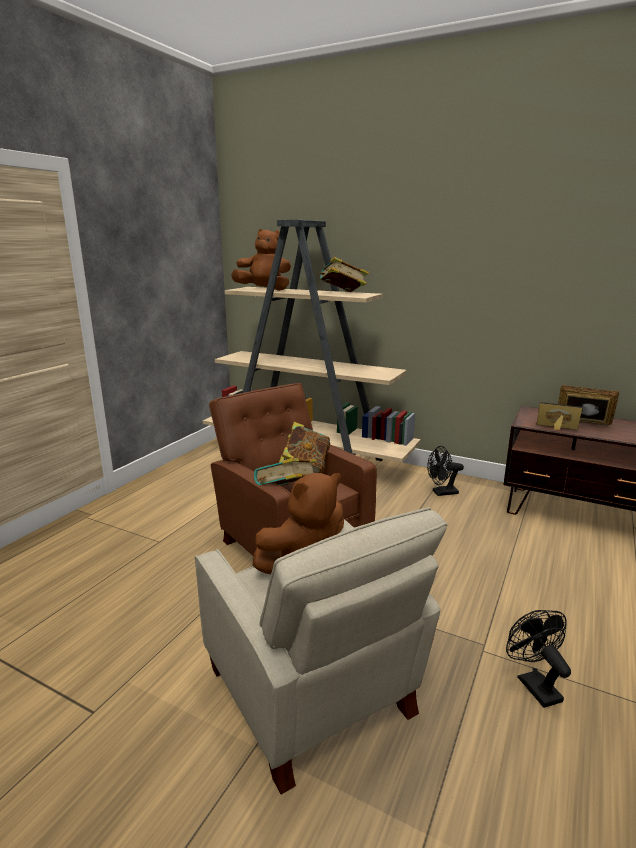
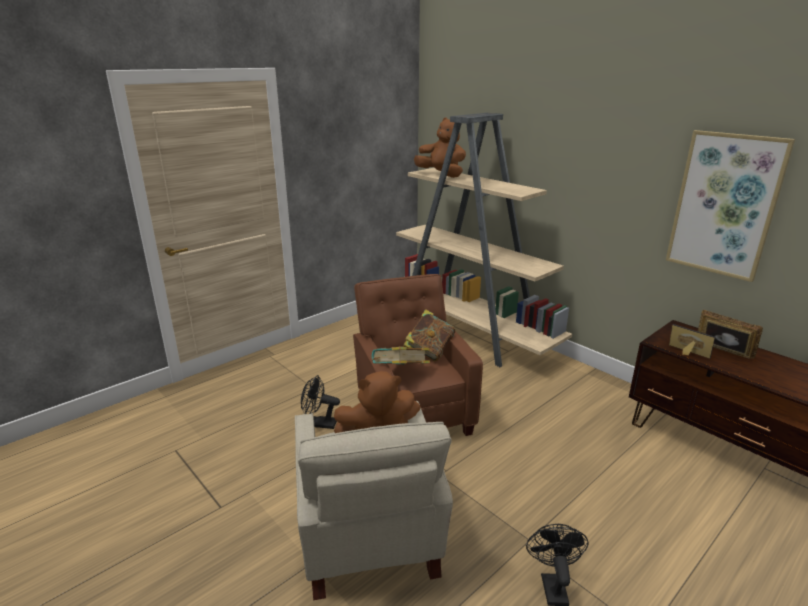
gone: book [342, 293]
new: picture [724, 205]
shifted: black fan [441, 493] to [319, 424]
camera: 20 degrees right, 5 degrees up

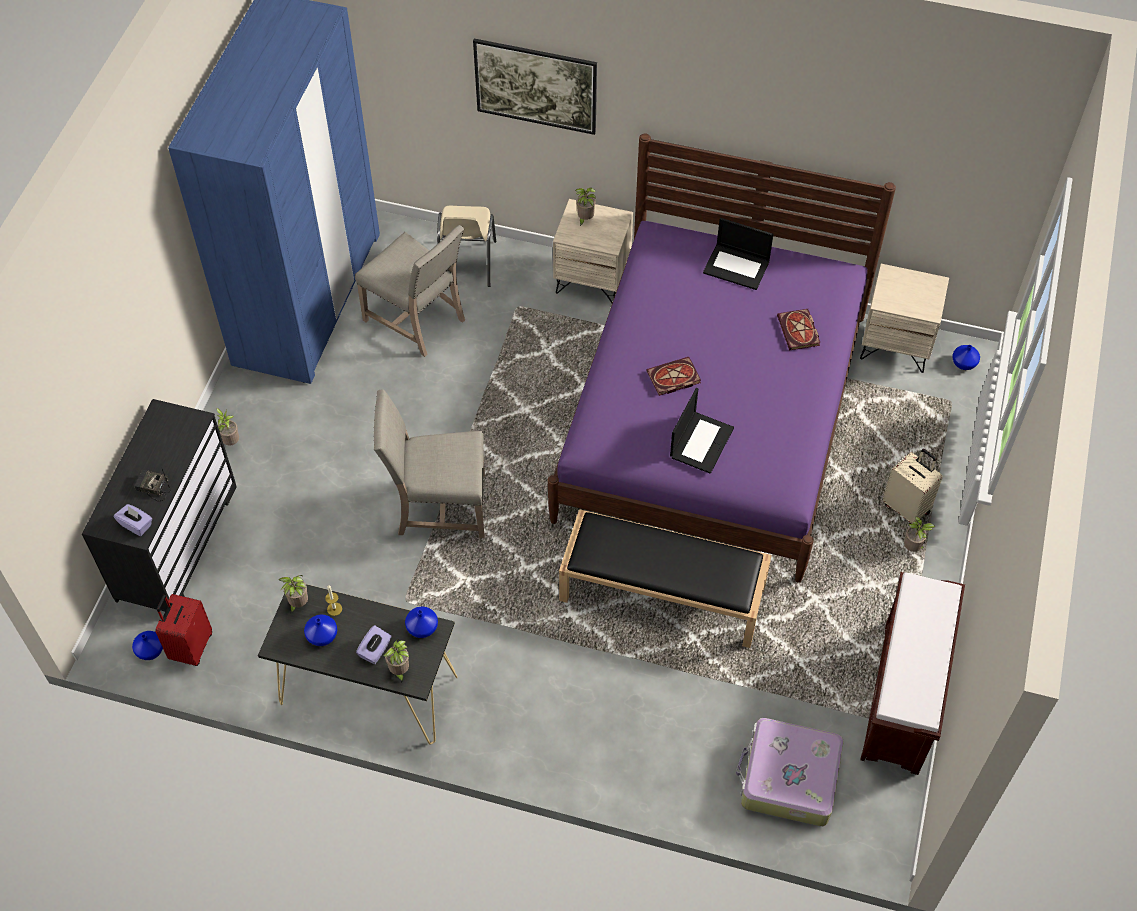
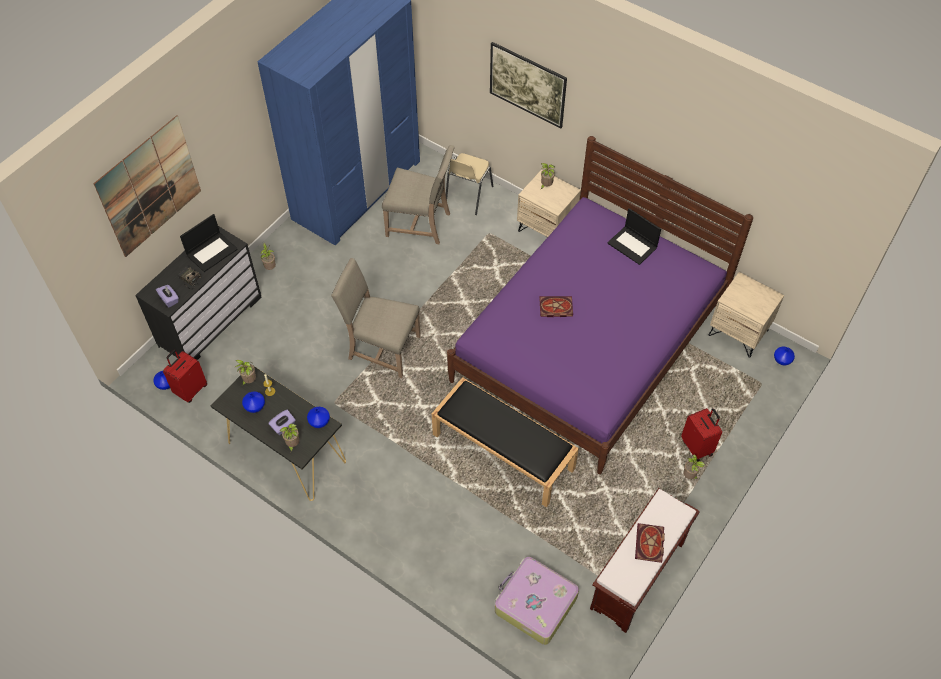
new: picture [149, 186]
shifted: laptop [701, 442] to [212, 251]; book [799, 332] to [650, 544]
repainted: beige suitcase [907, 508] to red suitcase [697, 447]
rotated: beige chair [418, 320] = [420, 224] 45 degrees counterclockwise
camera: 20 degrees right, 0 degrees up

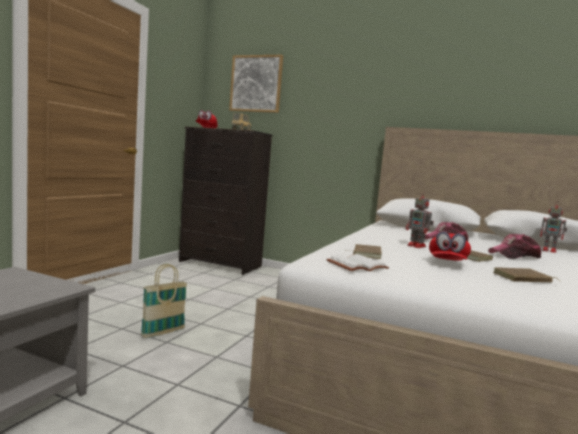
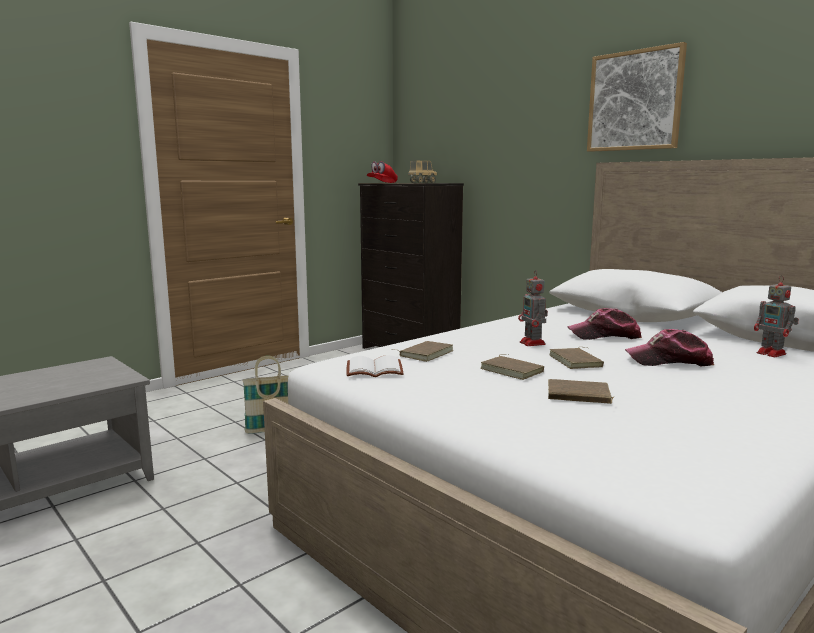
shifted: picture [256, 84] to [635, 101]
swapped: red cap [447, 263] to brown book [513, 370]
camera: 25 degrees right, 5 degrees up

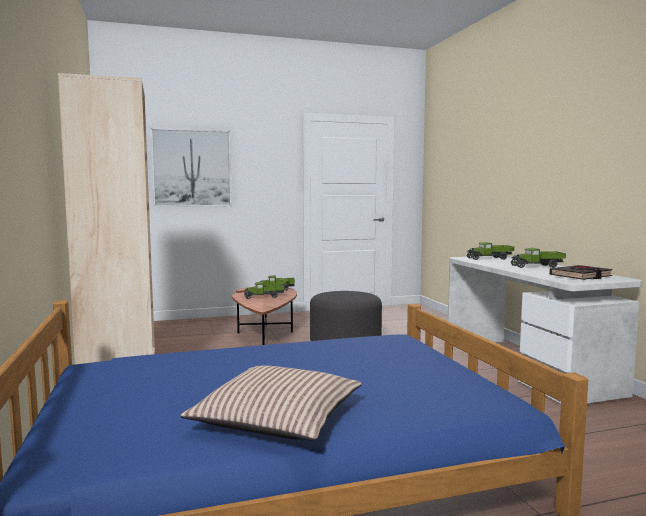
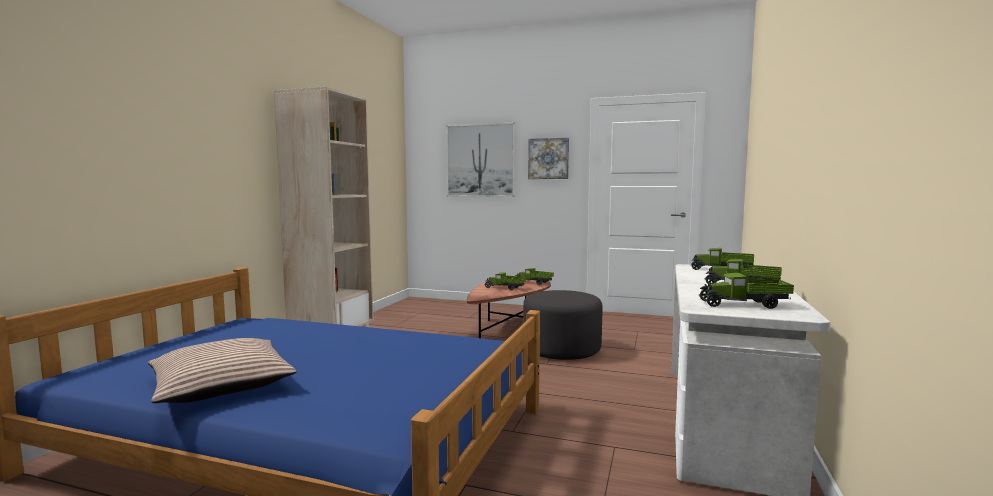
new: picture [548, 158]
swapped: black book [580, 276] to toy truck [744, 304]
camera: 35 degrees right, 0 degrees up

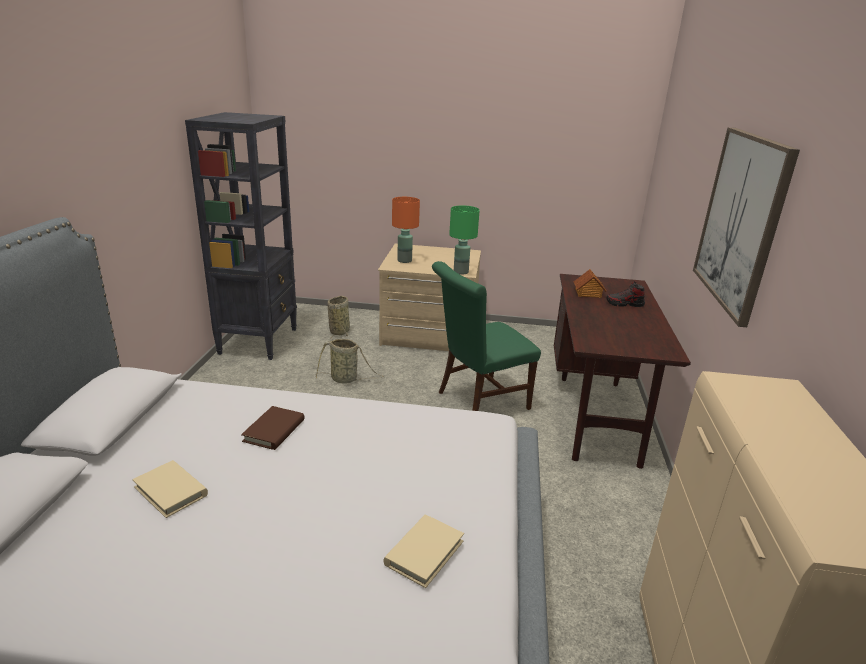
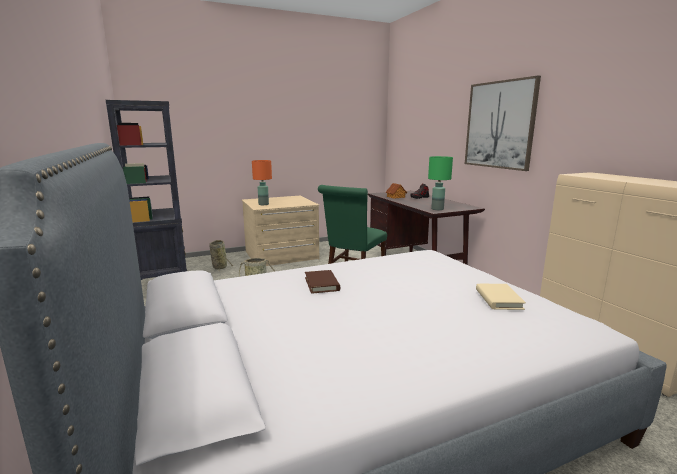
gone: beige book [171, 491]
shifted: green table lamp [460, 272] to [437, 209]
camera: 30 degrees left, 10 degrees down

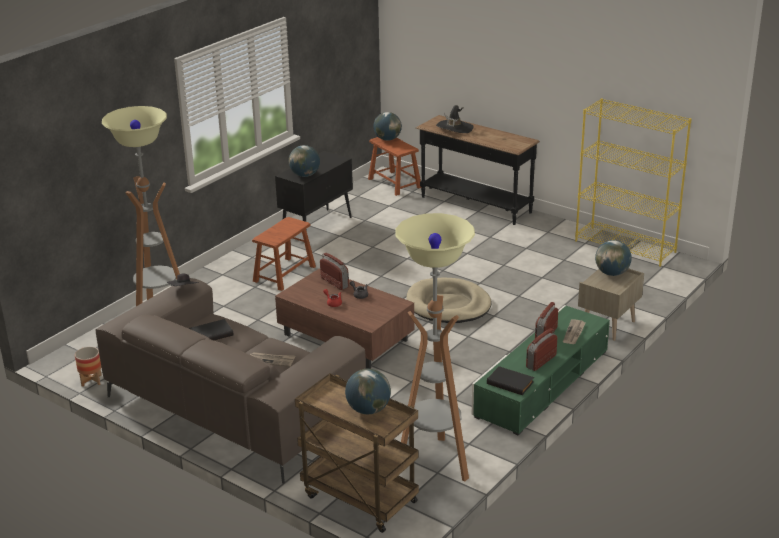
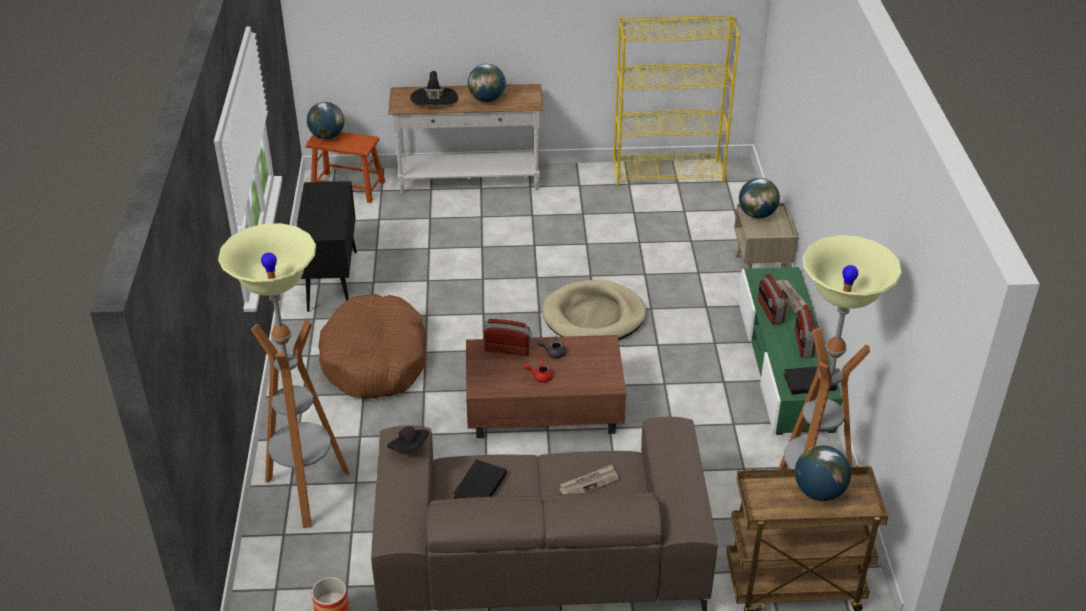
shifted: globe [305, 175] to [487, 99]
swapped: brown stool [284, 274] to brown dog bed [375, 360]
repainted: black console table [475, 205] to white console table [469, 181]
camera: 40 degrees left, 10 degrees up

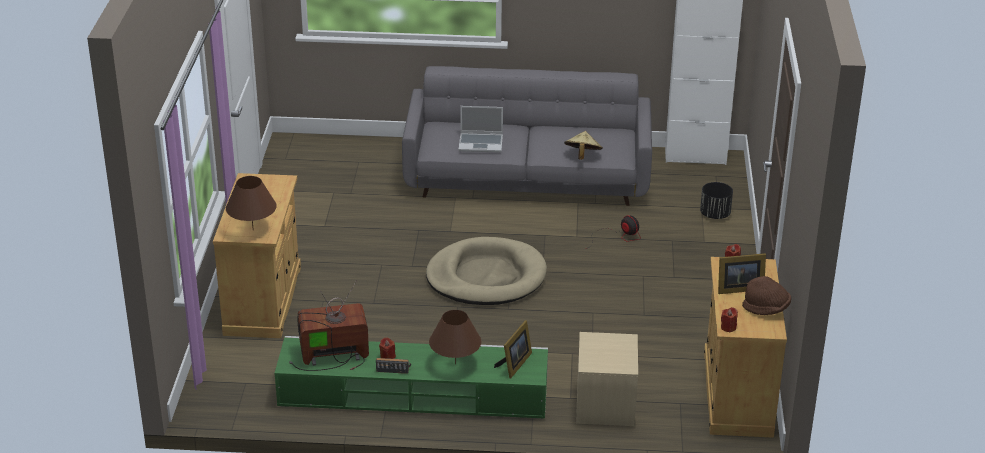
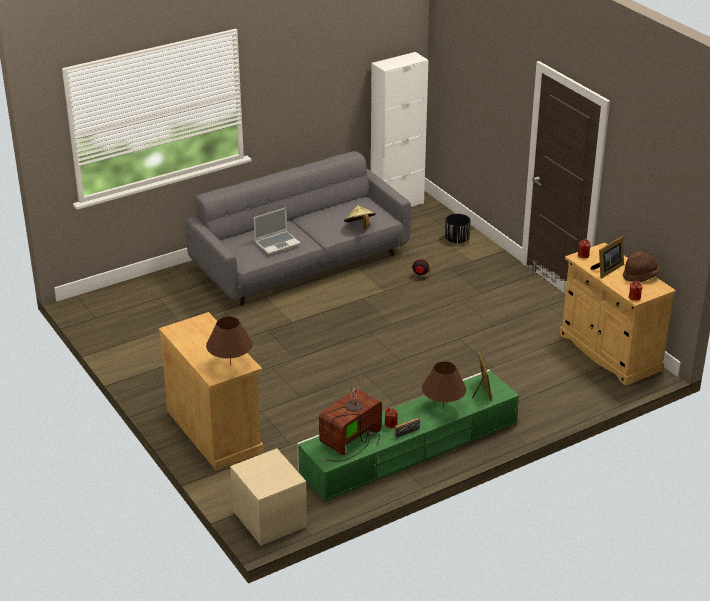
gone: beige dog bed [486, 277]
shifted: beige nightstand [605, 405] to [270, 520]
camera: 35 degrees left, 0 degrees up

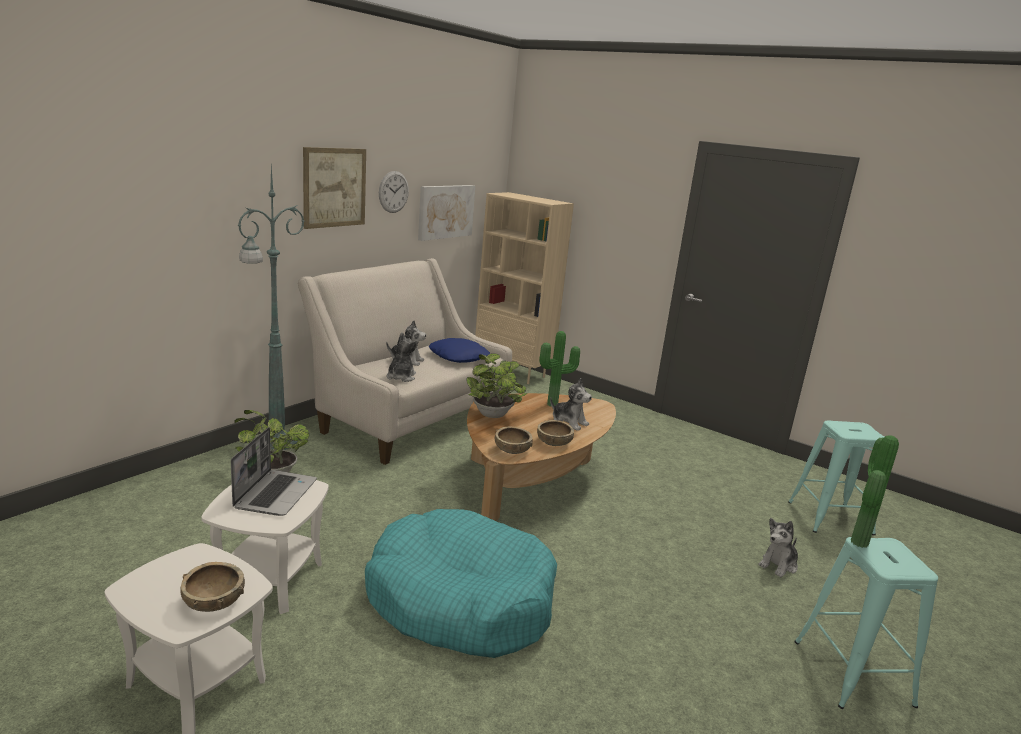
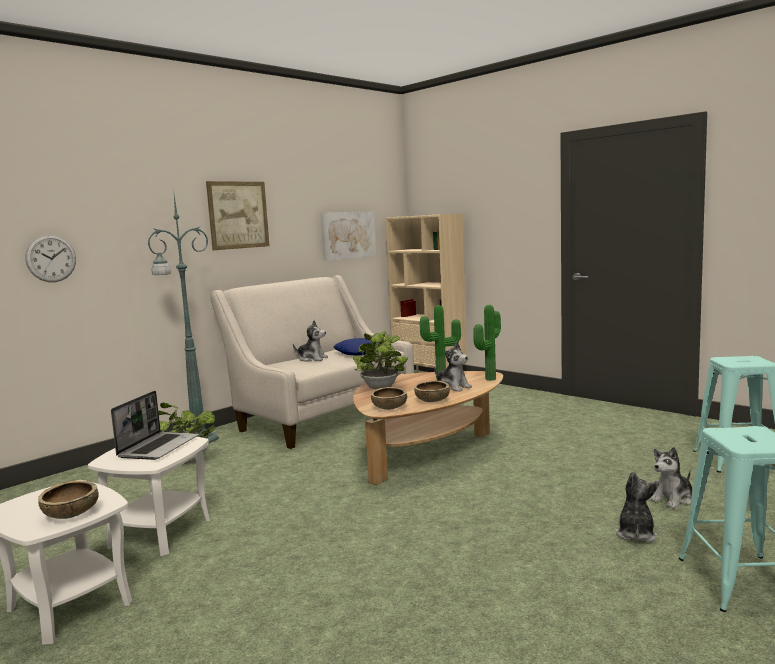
gone: turquoise dog bed [460, 600]
shifted: wall clock [393, 192] to [51, 258]; plush toy [400, 377] to [635, 534]; potted plant [855, 542] to [488, 379]
camera: 10 degrees right, 10 degrees down

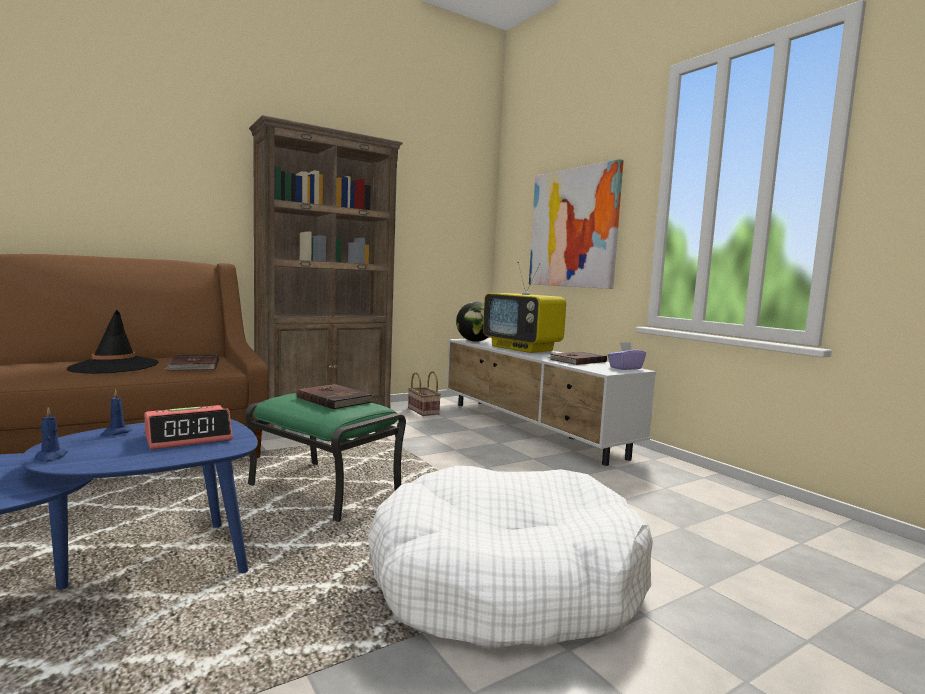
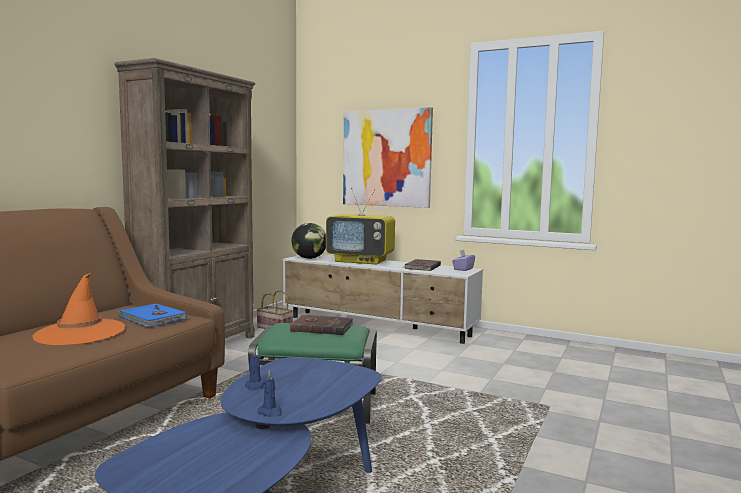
gone: alarm clock [189, 438]; white dog bed [506, 581]
repainted: black hat [114, 367] to orange hat [80, 333]; brown book [193, 366] to blue book [152, 318]
camera: 30 degrees left, 0 degrees up

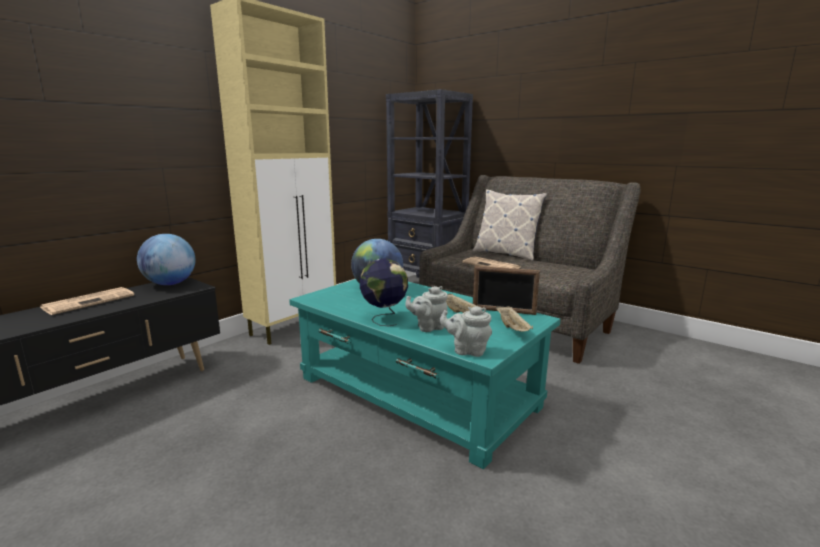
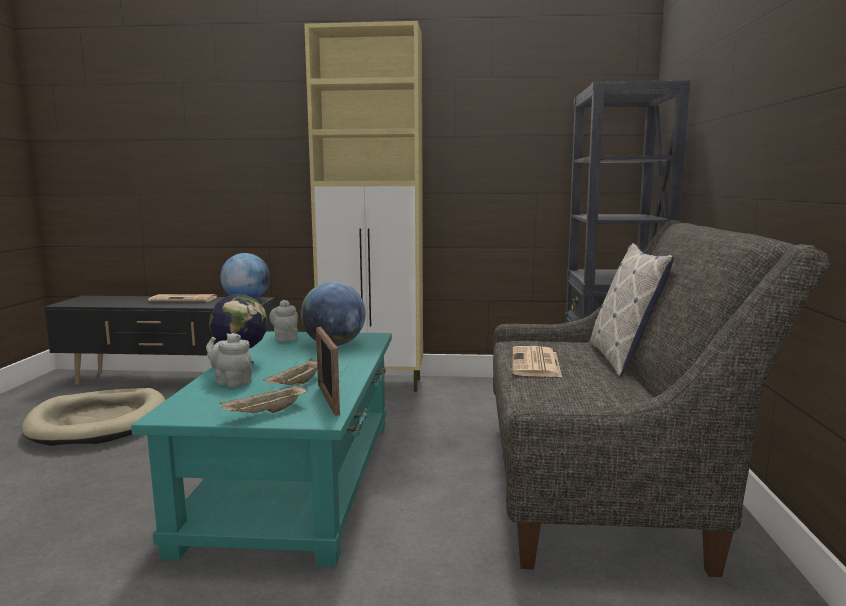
new: beige dog bed [99, 422]
shifted: grey teapot [467, 350] to [285, 338]
camera: 55 degrees right, 5 degrees down

